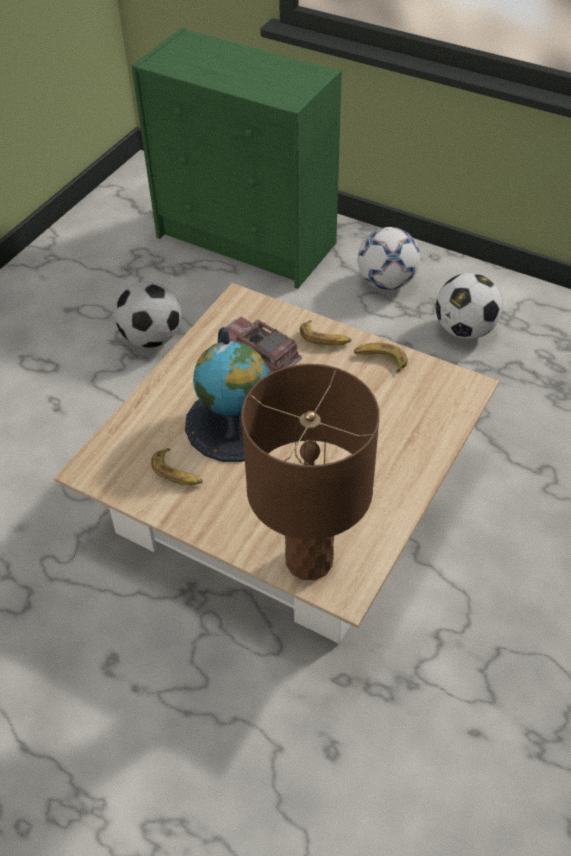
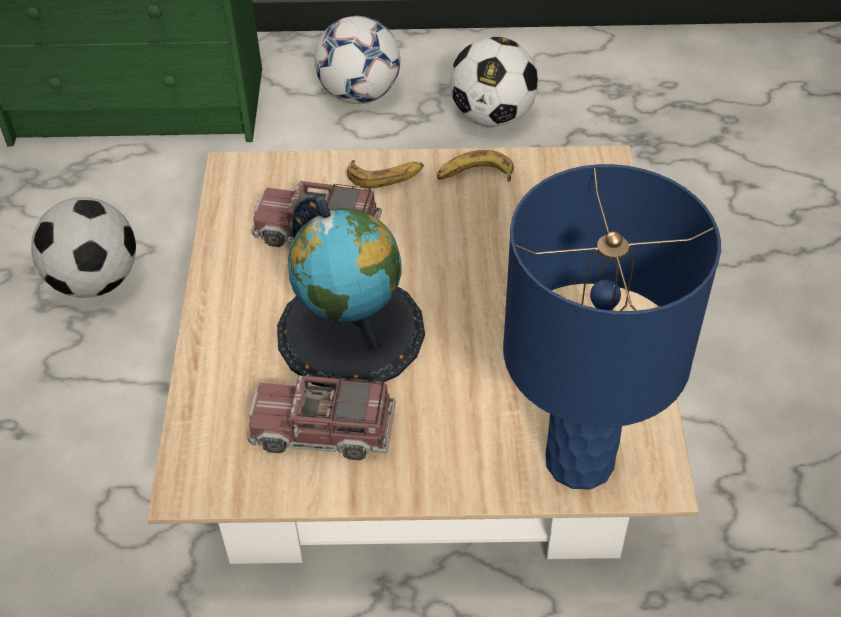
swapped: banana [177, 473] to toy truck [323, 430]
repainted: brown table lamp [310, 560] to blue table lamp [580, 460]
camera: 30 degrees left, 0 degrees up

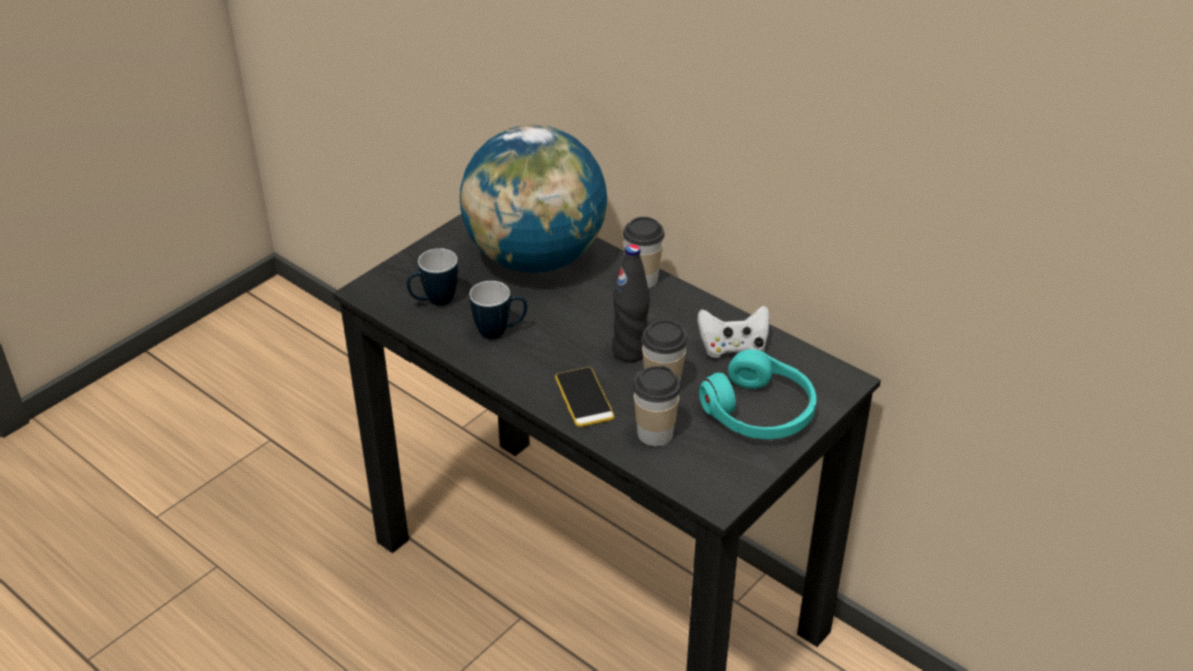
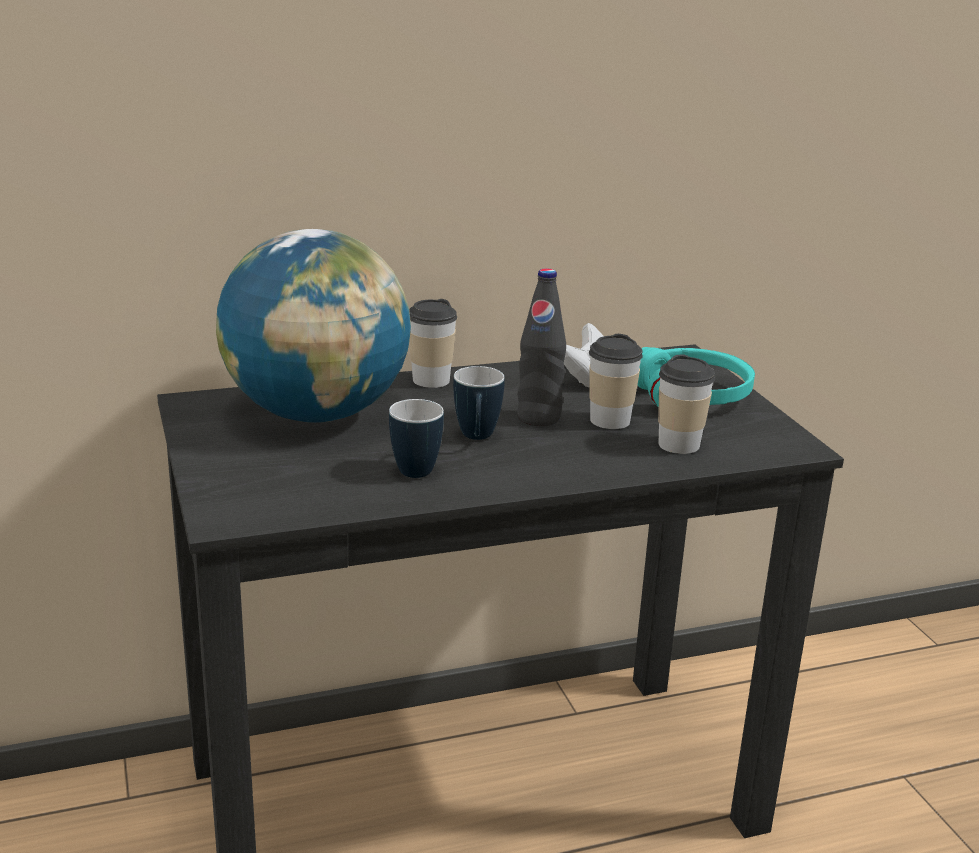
gone: phone [584, 398]
shifted: mug [434, 302] to [477, 438]
camera: 60 degrees left, 15 degrees down

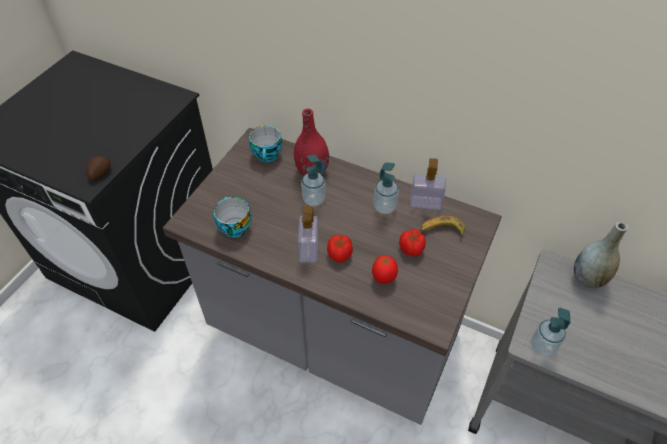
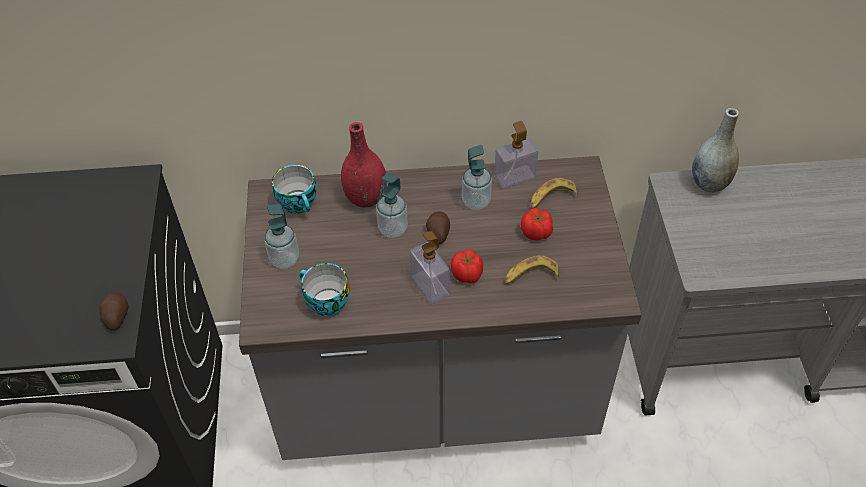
new: potato [438, 233]
shifted: soap dispenser [542, 346] to [284, 259]
swapped: tomato [384, 278] to banana [530, 276]
camera: 30 degrees left, 0 degrees up

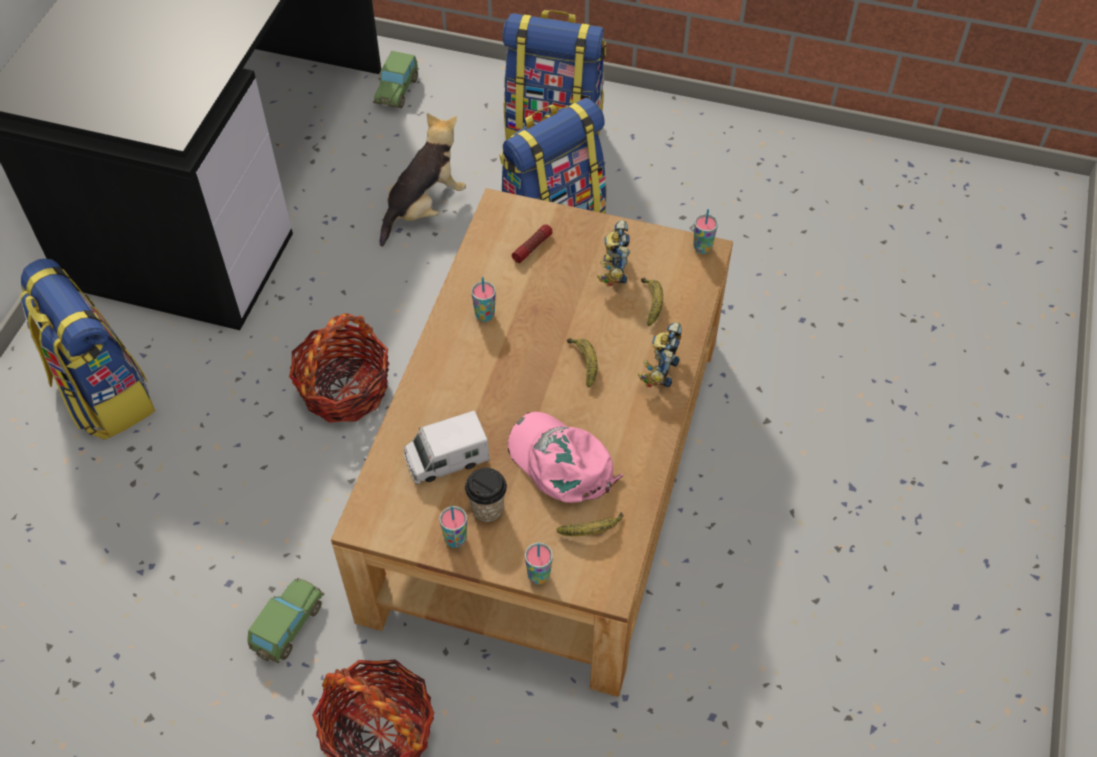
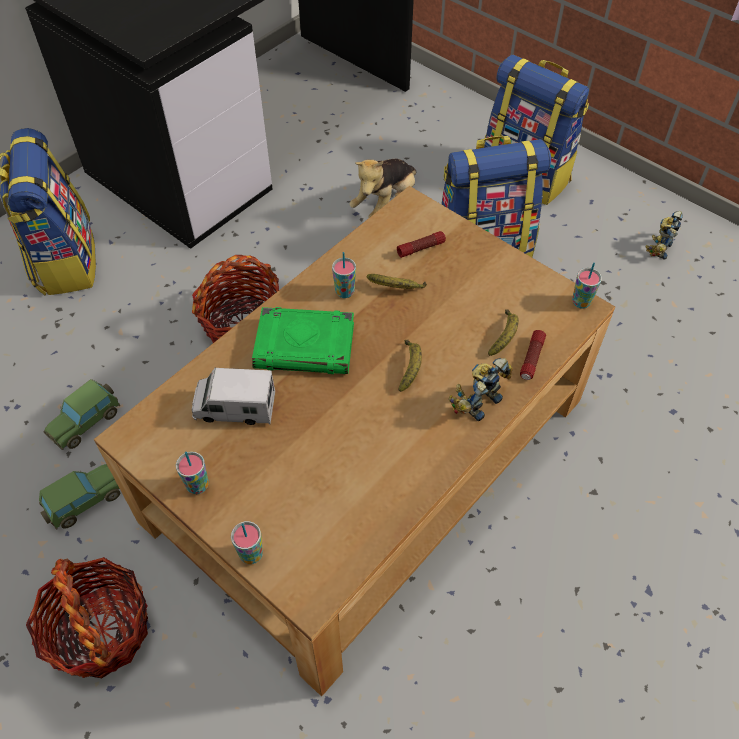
gone: cup [487, 508]; pink cap [561, 462]
new: green book [306, 346]; flashlight [531, 359]
shifted: toy car [397, 90] to [86, 422]; banana [592, 531] to [396, 288]; toy robot [612, 270] to [658, 248]
rotated: plush toy [424, 208] = [385, 203] 150 degrees clockwise
camera: 25 degrees right, 0 degrees up

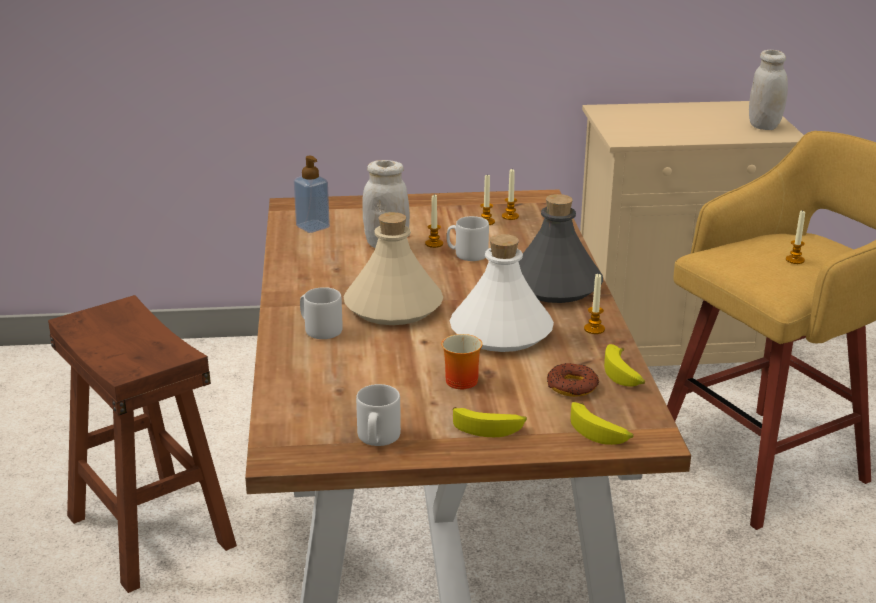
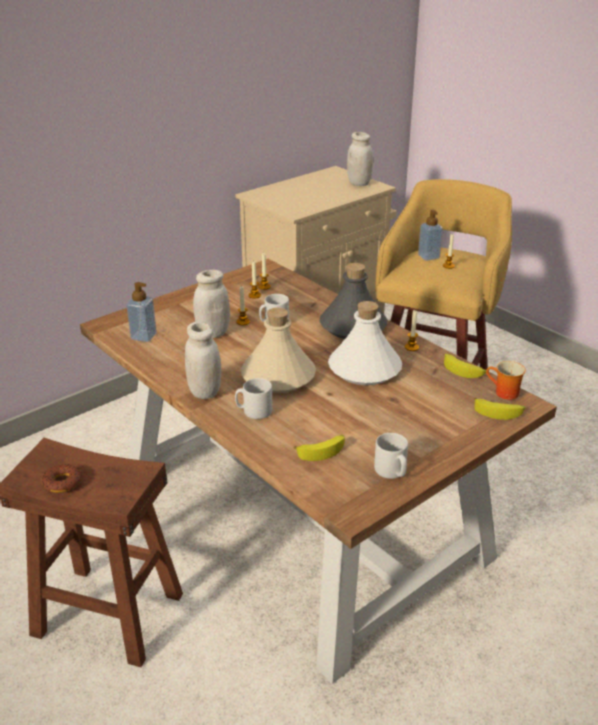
new: white jar [204, 392]; soap dispenser [428, 256]
shifted: mug [457, 380] to [503, 393]; banana [489, 427] to [322, 451]; donut [572, 386] to [62, 482]
camera: 35 degrees left, 5 degrees up

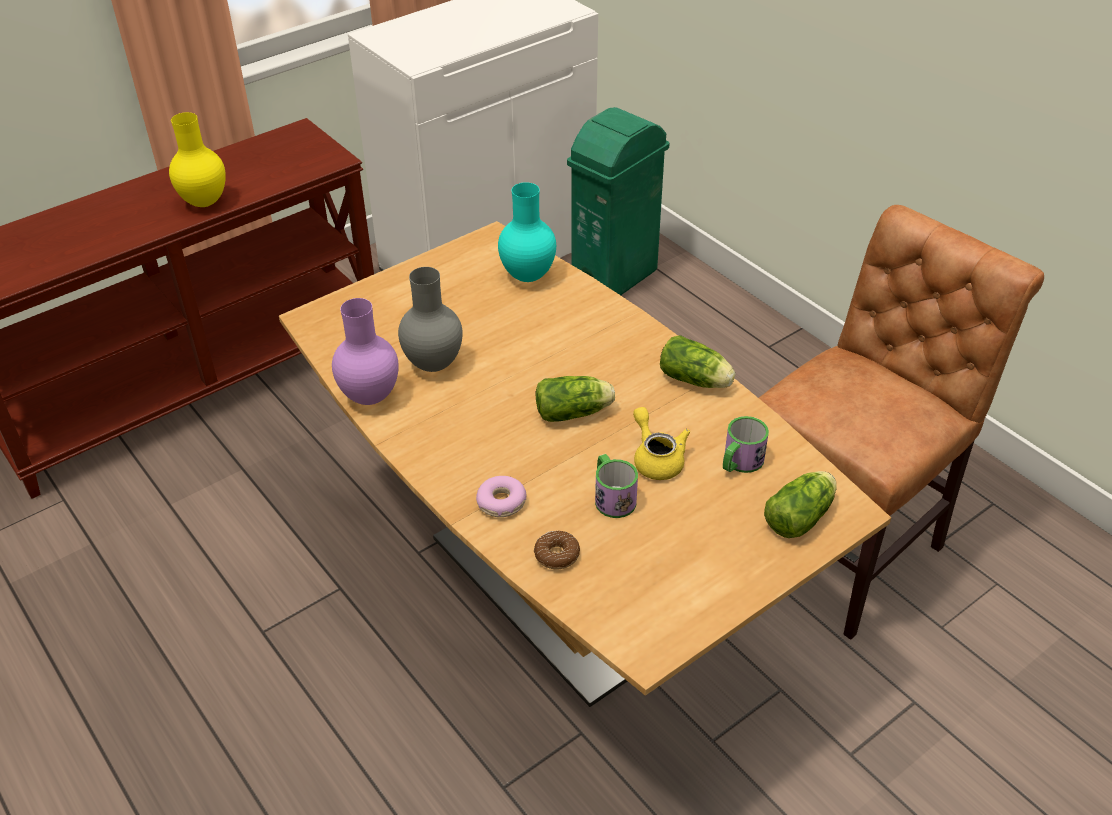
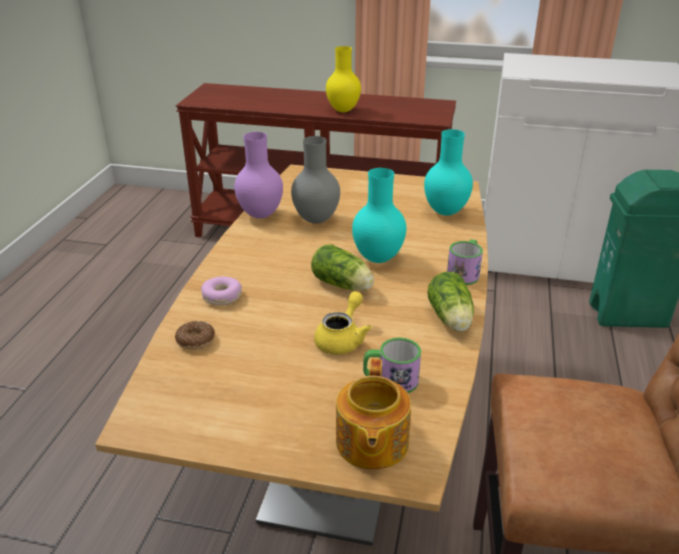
new: turquoise vase [378, 258]
shifted: mug [612, 497] to [465, 273]
swapped: lettuce [801, 516] to teapot [371, 443]
camera: 50 degrees right, 10 degrees down

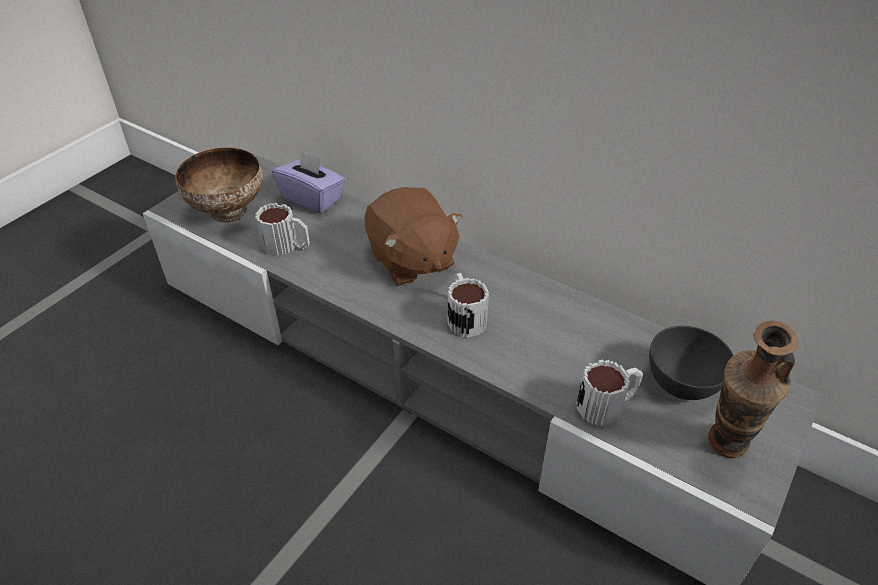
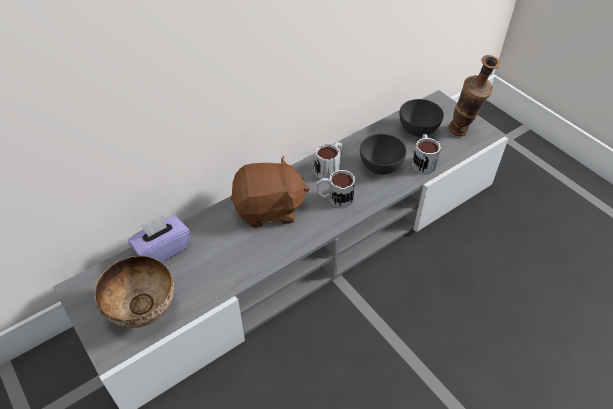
new: grey bowl [380, 166]
shifted: mug [287, 246] to [330, 168]
camera: 70 degrees left, 5 degrees up

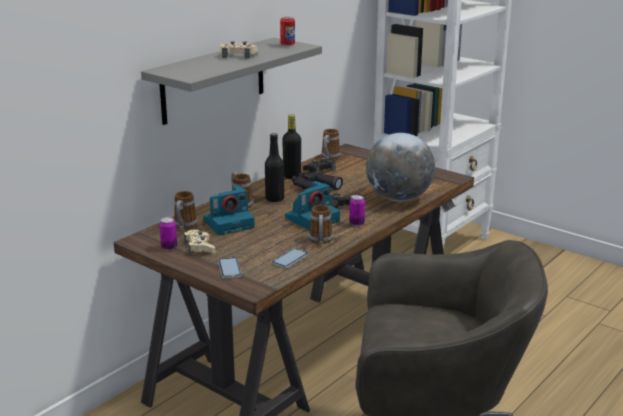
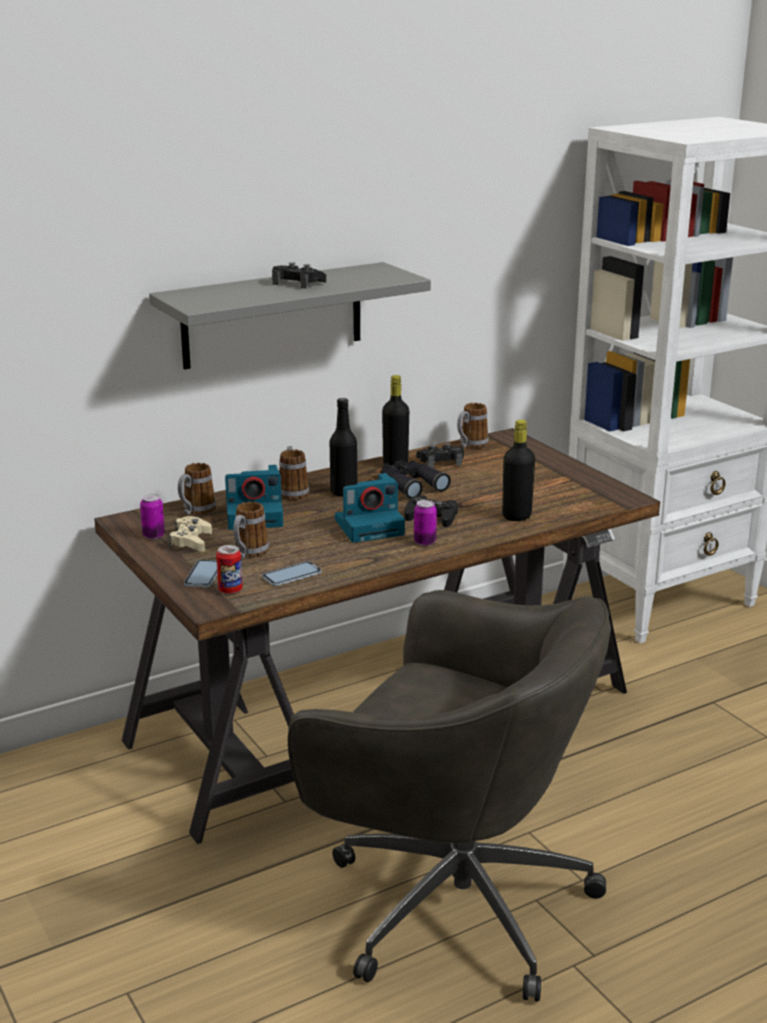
shifted: can [287, 45] to [230, 590]; mug [320, 241] to [248, 554]
swapped: globe [398, 198] to black bottle [516, 516]
repainted: beige game controller [238, 55] to black game controller [298, 283]
camera: 20 degrees right, 0 degrees up

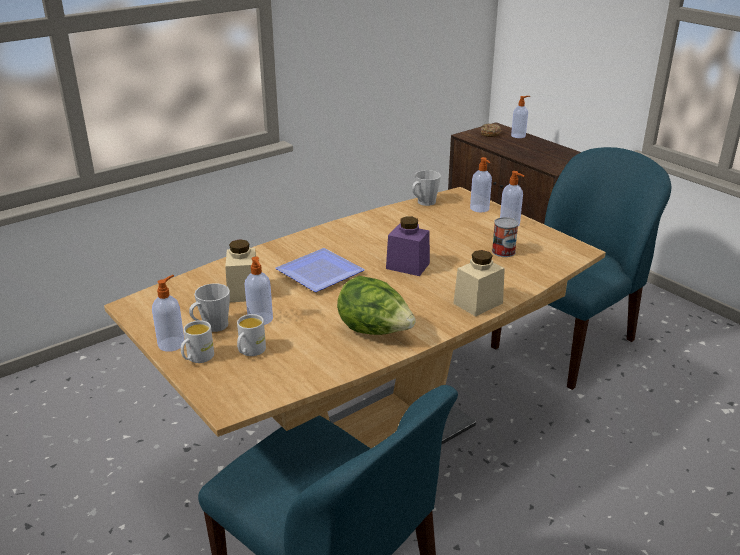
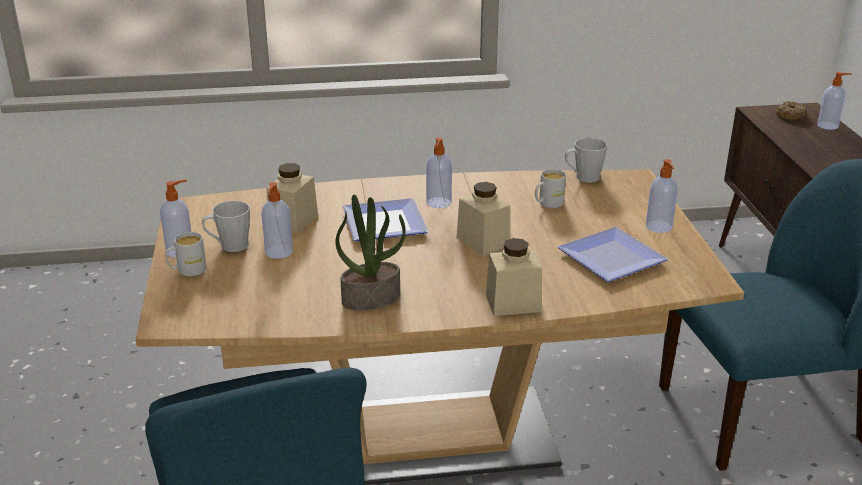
shifted: white mug [250, 351] to [547, 204]; soap dispenser [480, 209] to [438, 203]
swapped: lettuce [375, 331] to potted plant [371, 298]; can [503, 251] to plate [612, 256]
repainted: purple jar [407, 266] to beige jar [483, 241]
camera: 30 degrees right, 0 degrees up

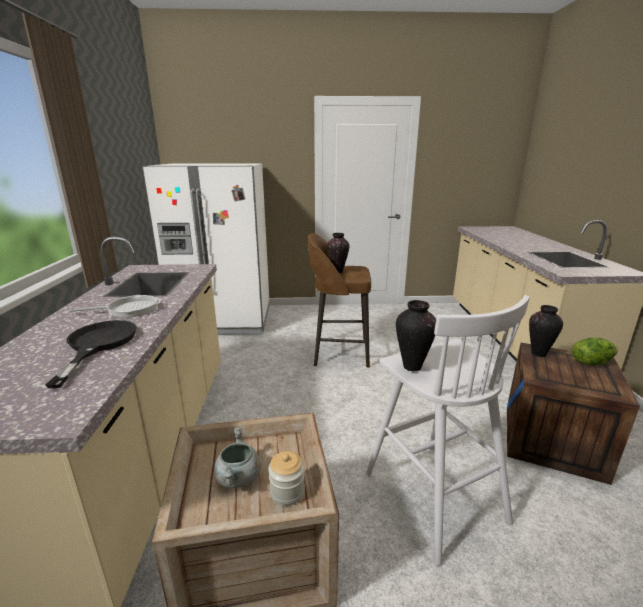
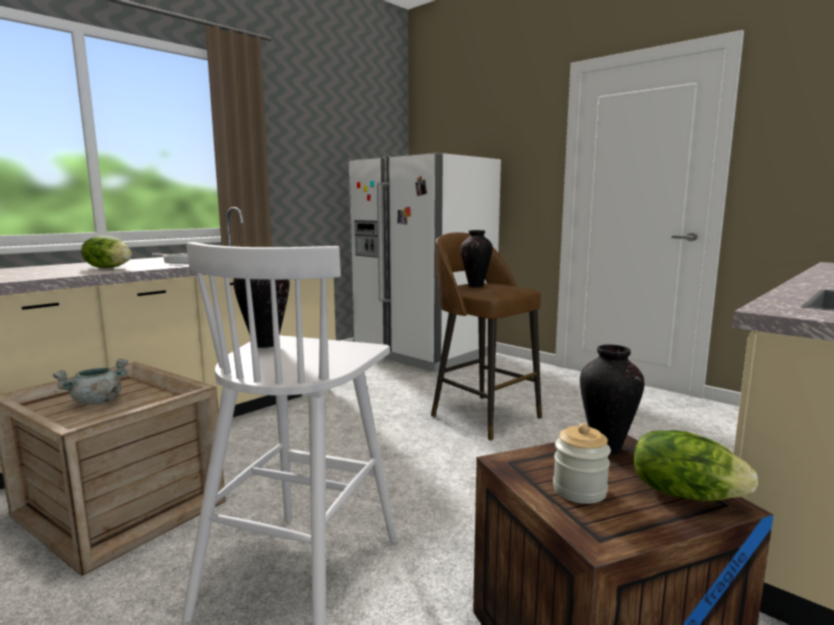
shifted: jar [287, 492] to [579, 490]
swapped: black frying pan [98, 345] to lettuce [109, 268]
camera: 45 degrees right, 10 degrees down

